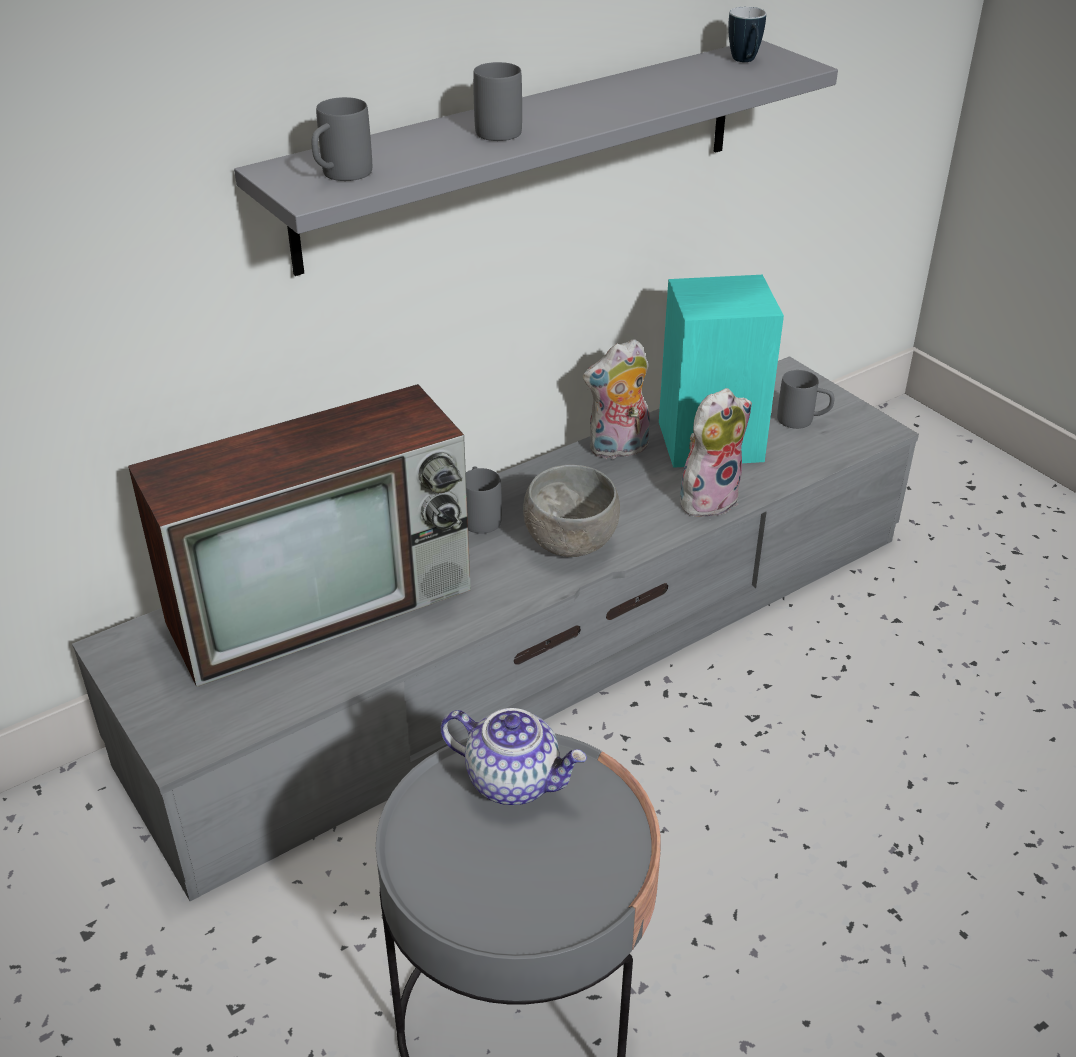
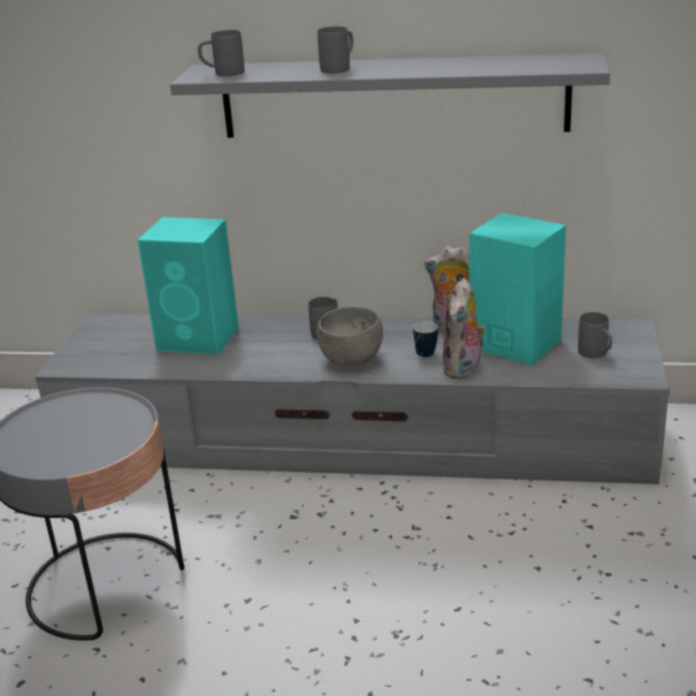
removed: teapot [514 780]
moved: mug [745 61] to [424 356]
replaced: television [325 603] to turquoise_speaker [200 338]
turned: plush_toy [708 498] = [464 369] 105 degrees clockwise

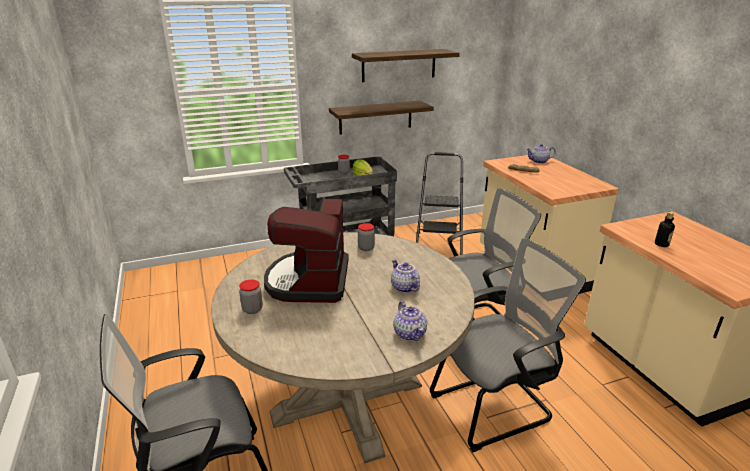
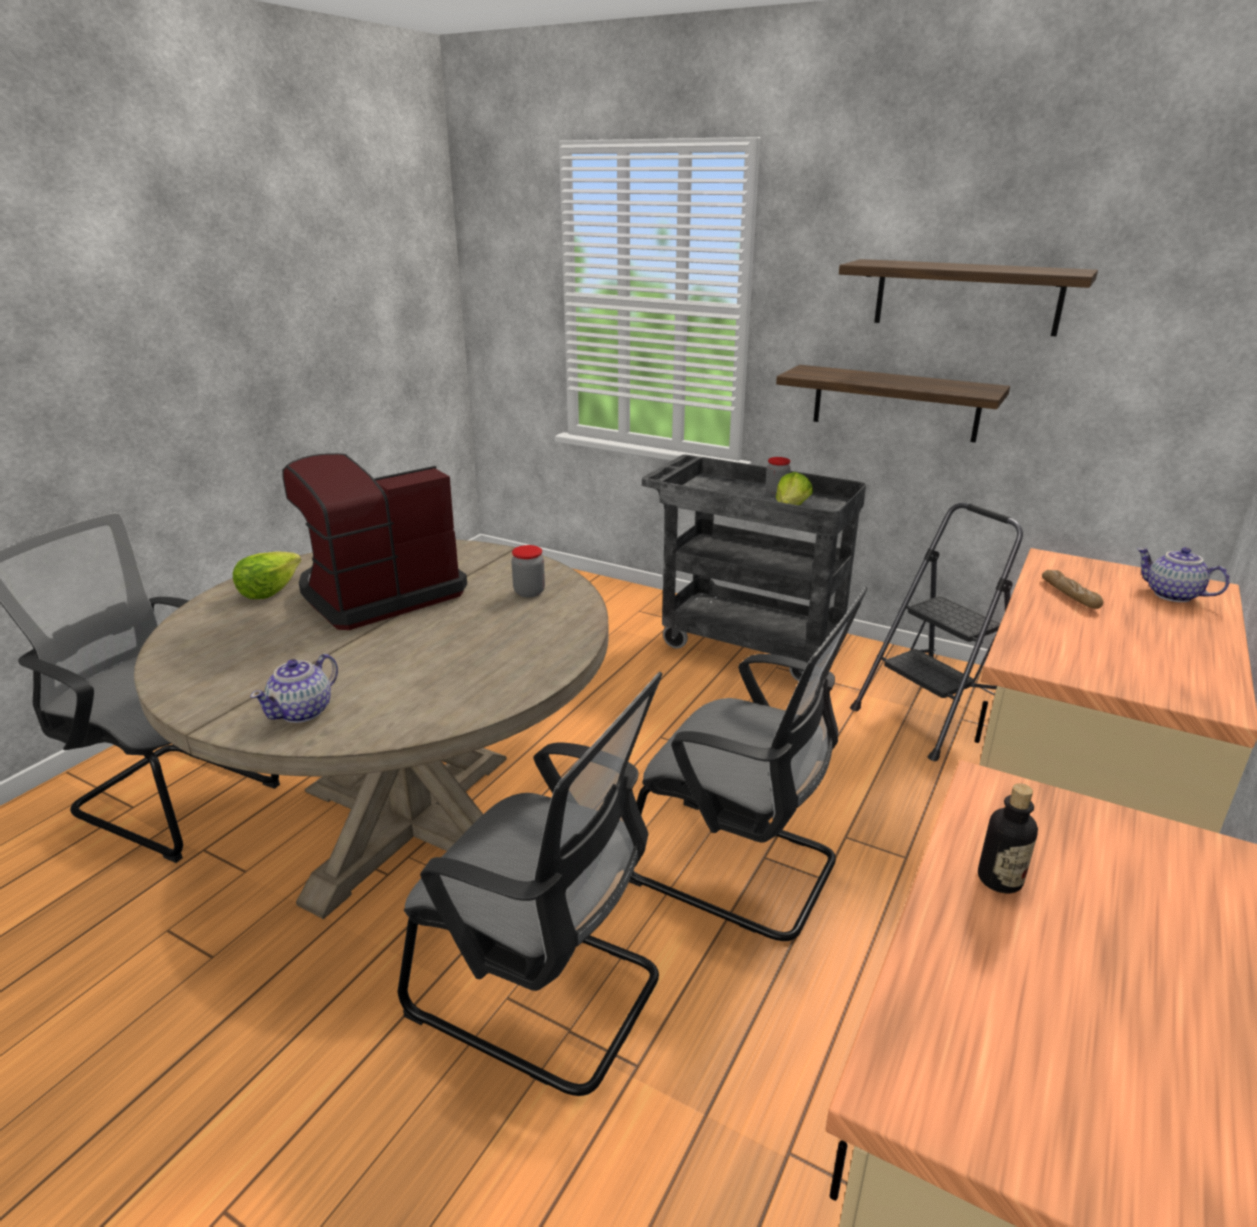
removed: teapot [404 287]
replaced: jar [252 309] to lettuce [269 590]

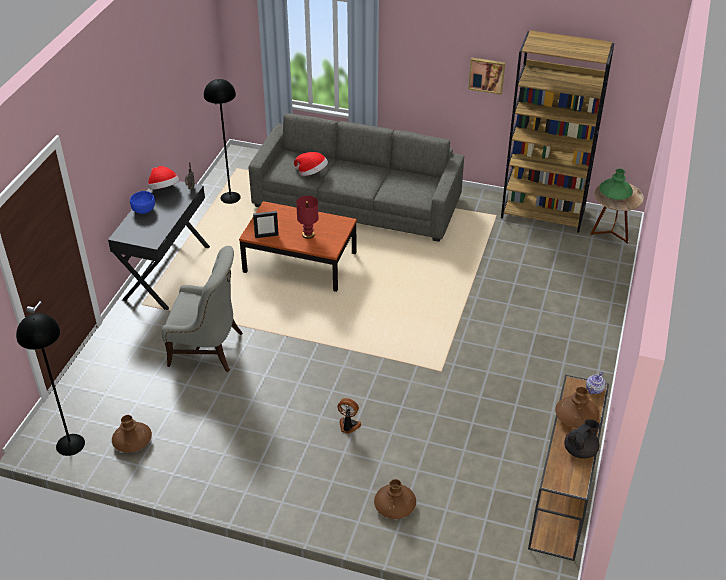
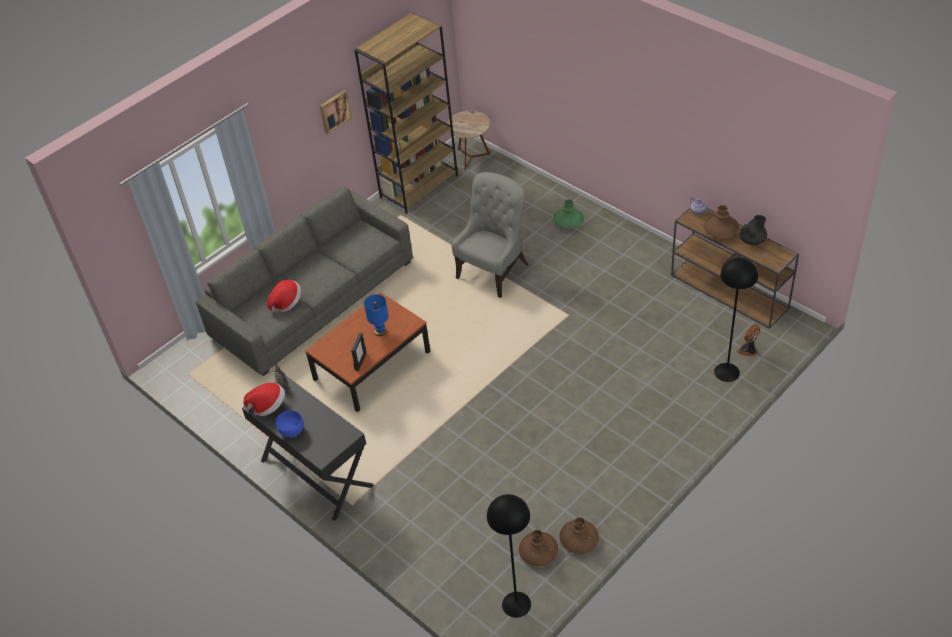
moved: black_floor_lamp [230 198] to [727 372]; green_vase [615 194] to [568 222]; grey_armchair [207 348] to [494 271]; fan [348 426] to [748 350]; brown_vase [394 506] to [579 540]
recoloured: red_table_lamp [308 234] to blue_table_lamp [380 331]
turned: black_teapot [580 450] = [752 240] 60 degrees clockwise

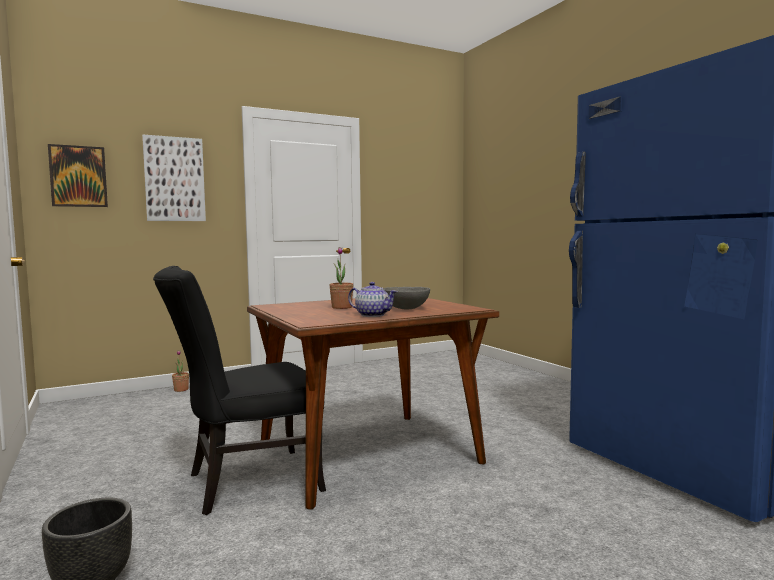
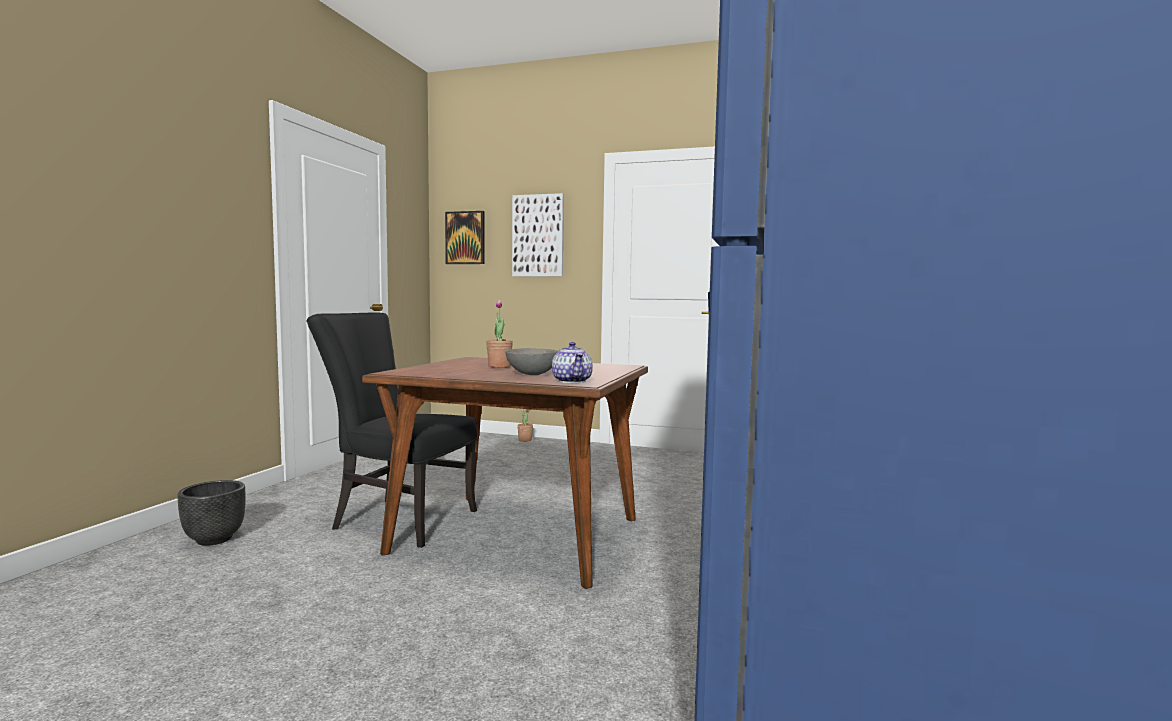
moved: teapot [372 315] to [572 381]

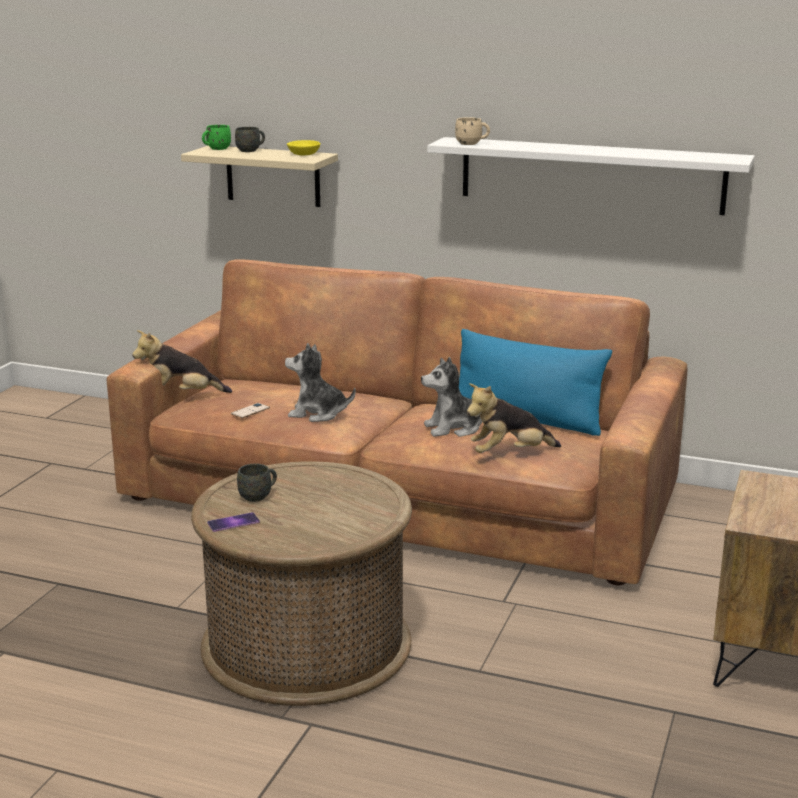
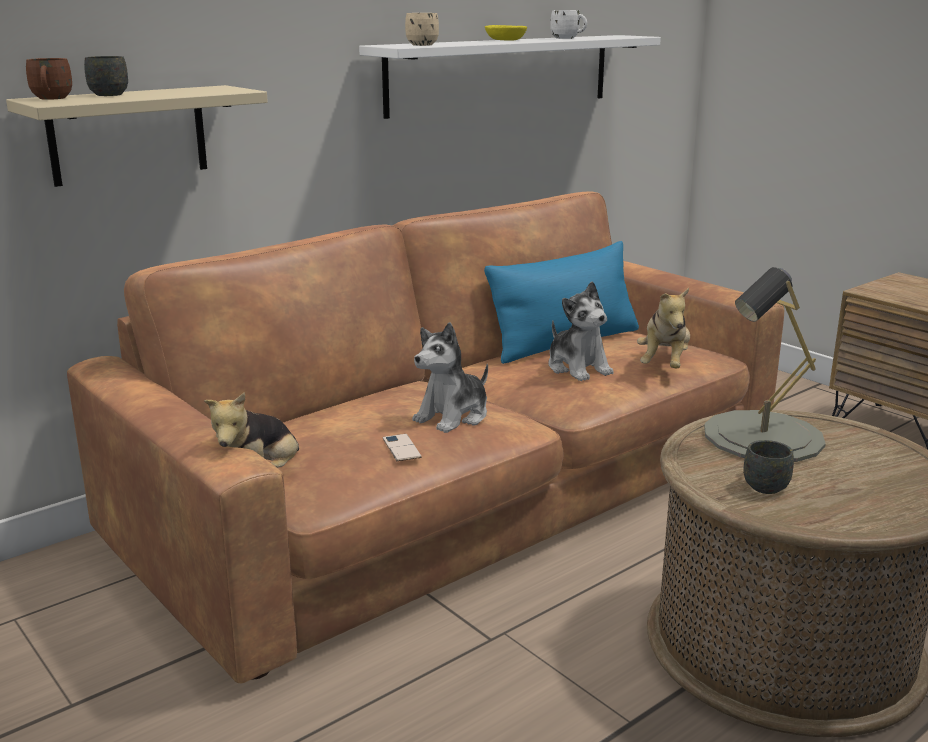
removed: phone [233 522]
added: white_mug [568 38]; grey_table_lamp [763 436]
moved: yellow_bowl [302 154] to [505 40]
recoloured: green_mug [216 149] to brown_mug [51 98]
turned: plush_toy [454 428] = [578 368] 45 degrees counterclockwise

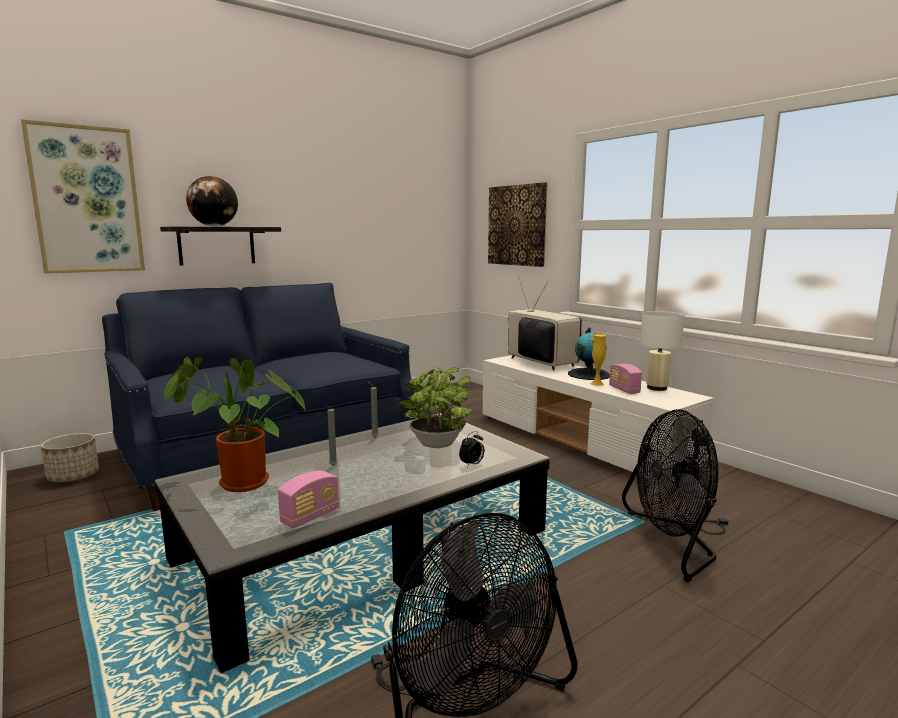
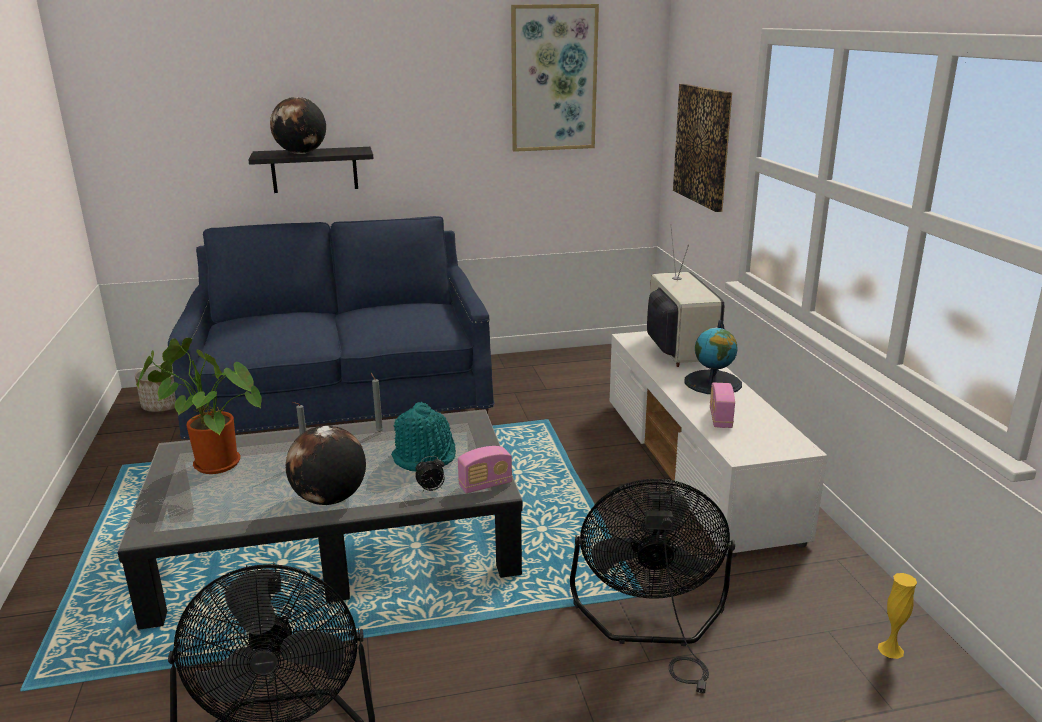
removed: white_table_lamp [657 388]
added: globe [329 499]
moved: picture [87 200] to [553 79]; yellow_vase [597 384] to [890 649]; radio [310 516] to [485 485]
replaced: potted_plant [436 446] to turquoise_hat [425 456]
turned: black_fan [677 540] = [656 628] 75 degrees clockwise

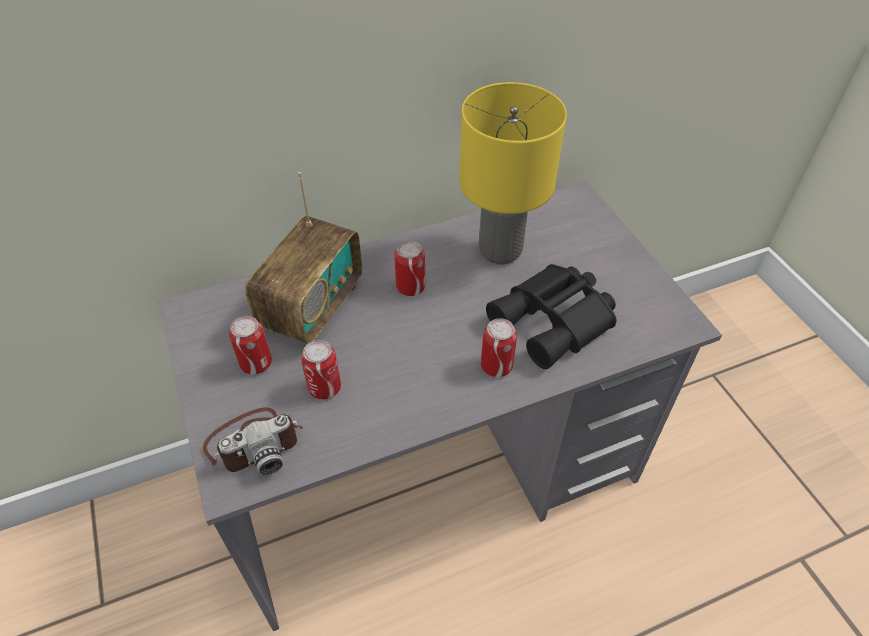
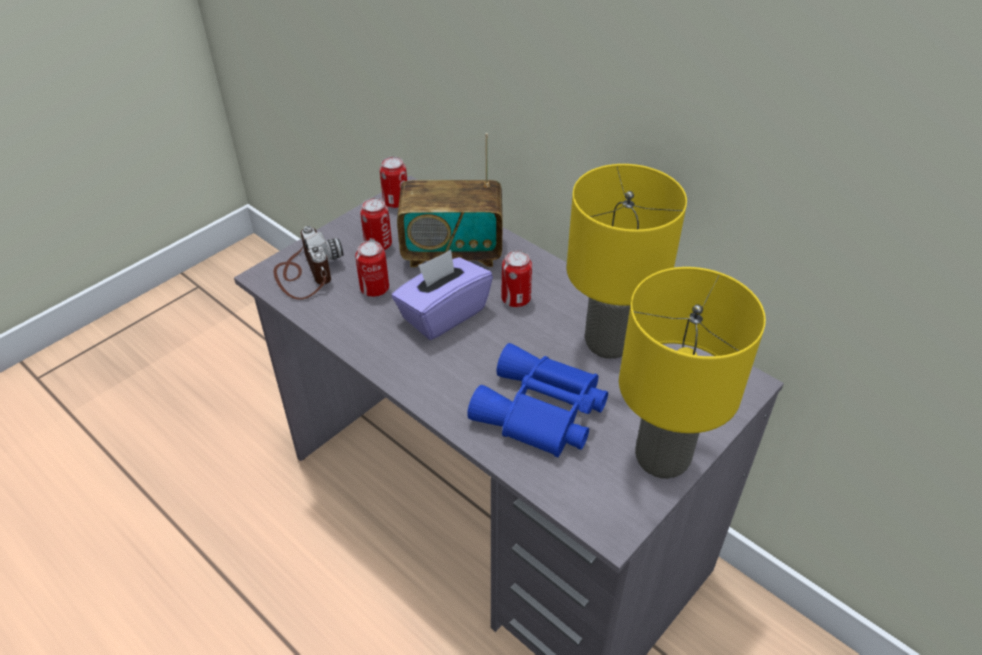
added: purple_tissue_box [443 314]; yellow_table_lamp [659 457]
moved: can [496 366] to [396 202]
recoloured: black_binoculars [556 321] to blue_binoculars [540 413]
turned: photo_camera [254 442] = [306 273] 150 degrees counterclockwise

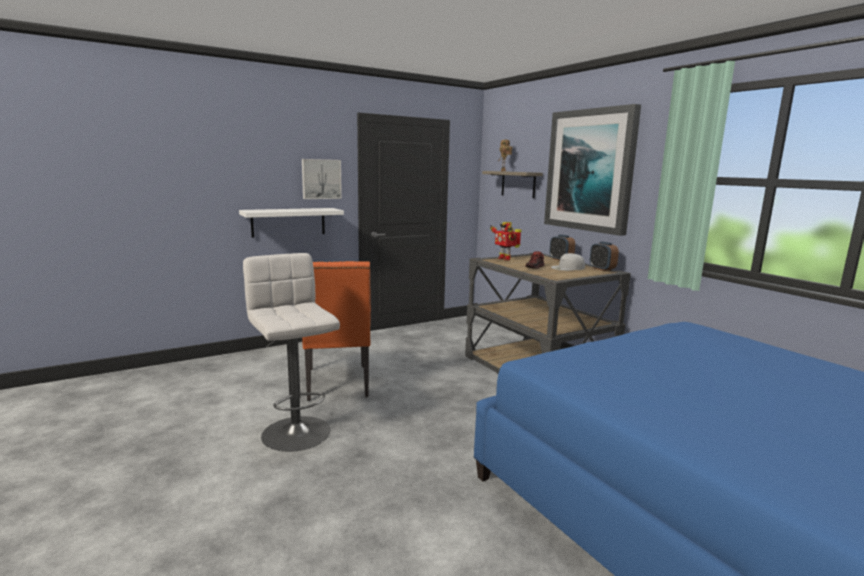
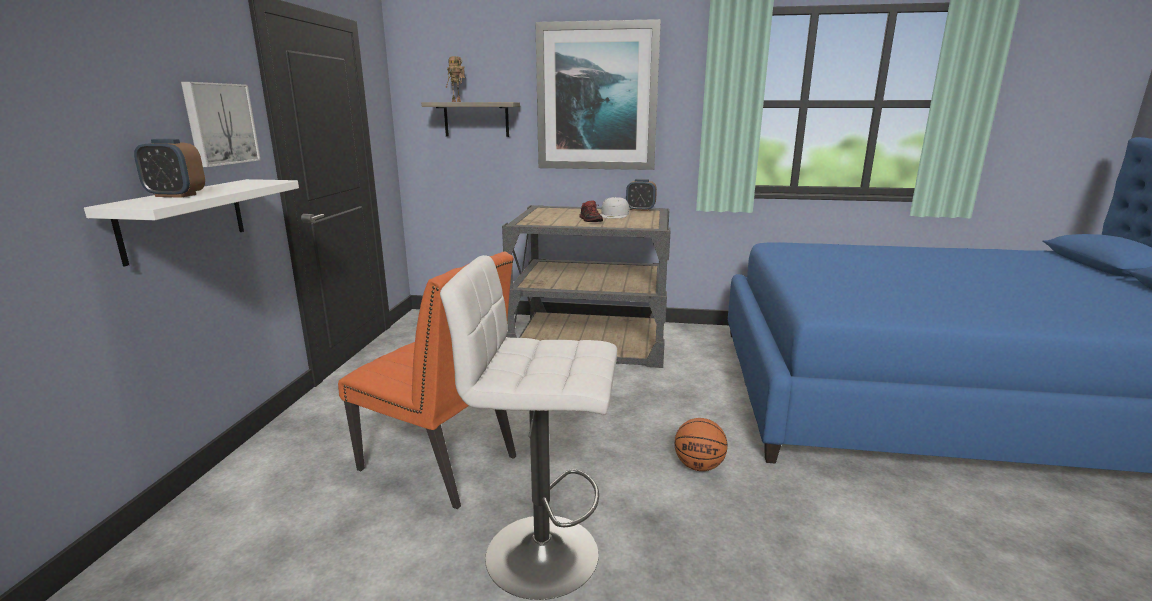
removed: toy_robot [505 259]
added: basketball [698 466]
moved: alarm_clock [560 260] to [176 195]

